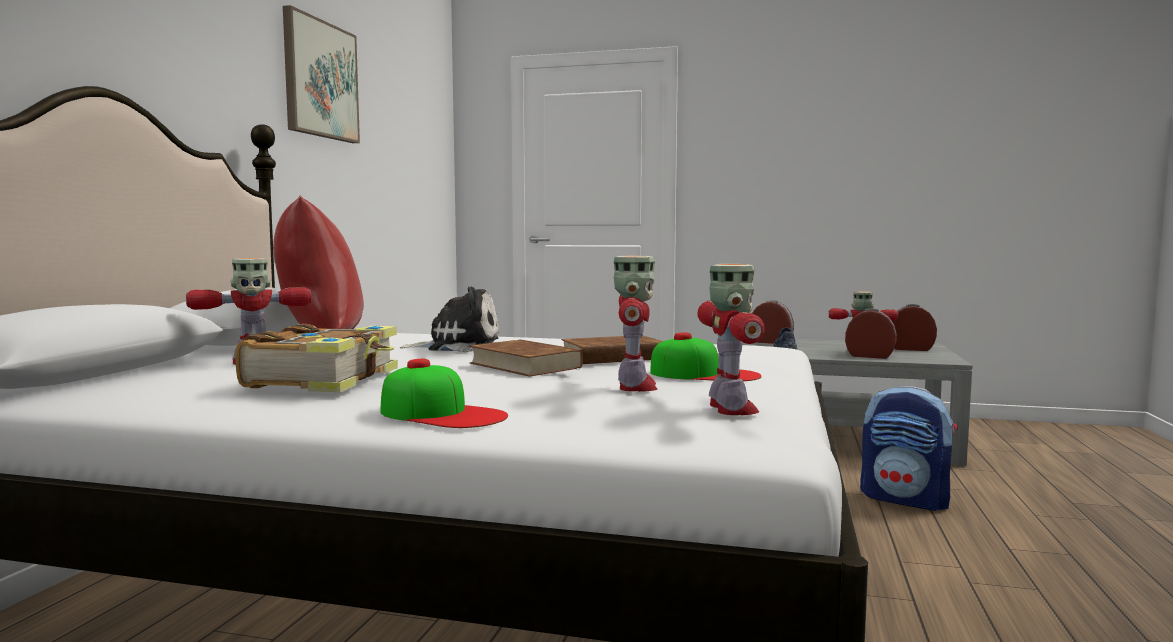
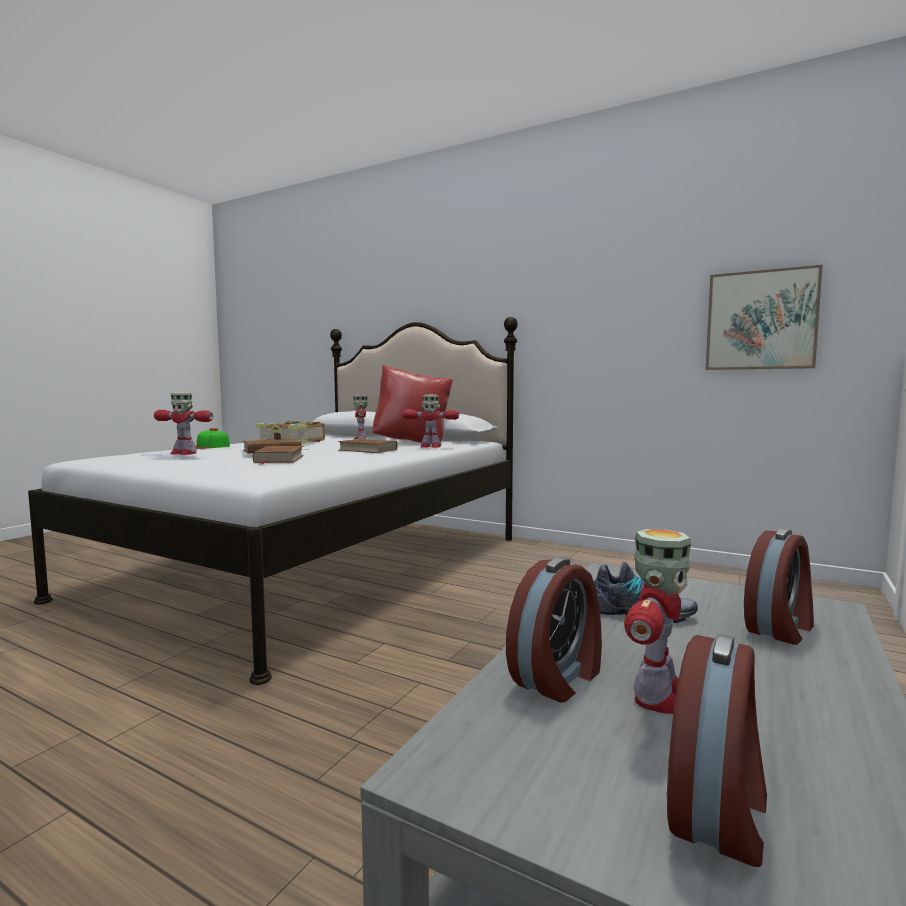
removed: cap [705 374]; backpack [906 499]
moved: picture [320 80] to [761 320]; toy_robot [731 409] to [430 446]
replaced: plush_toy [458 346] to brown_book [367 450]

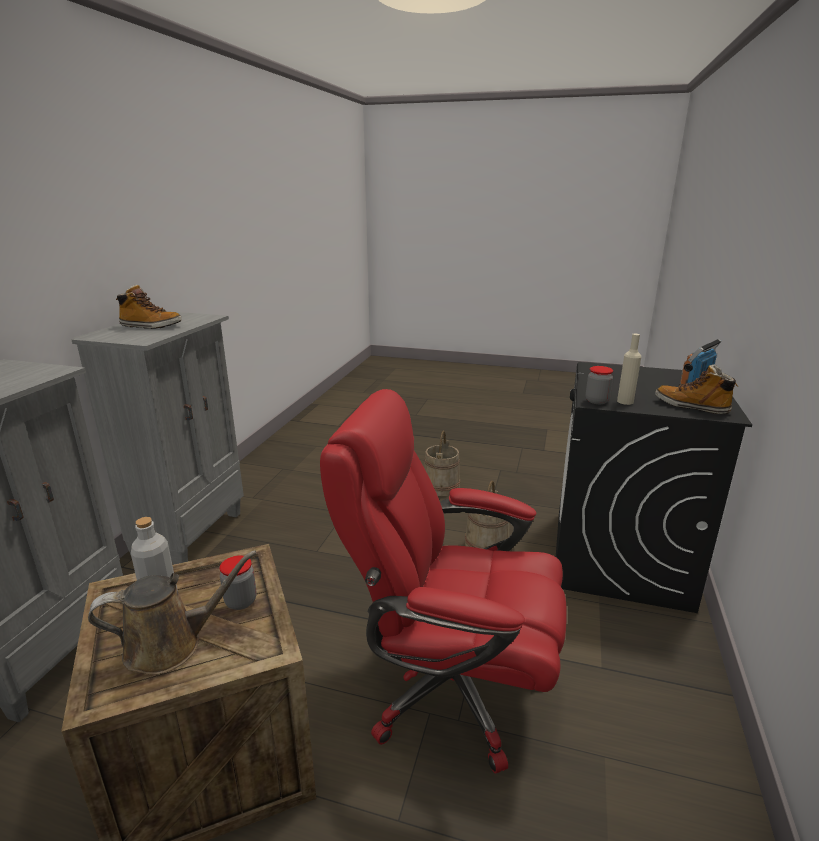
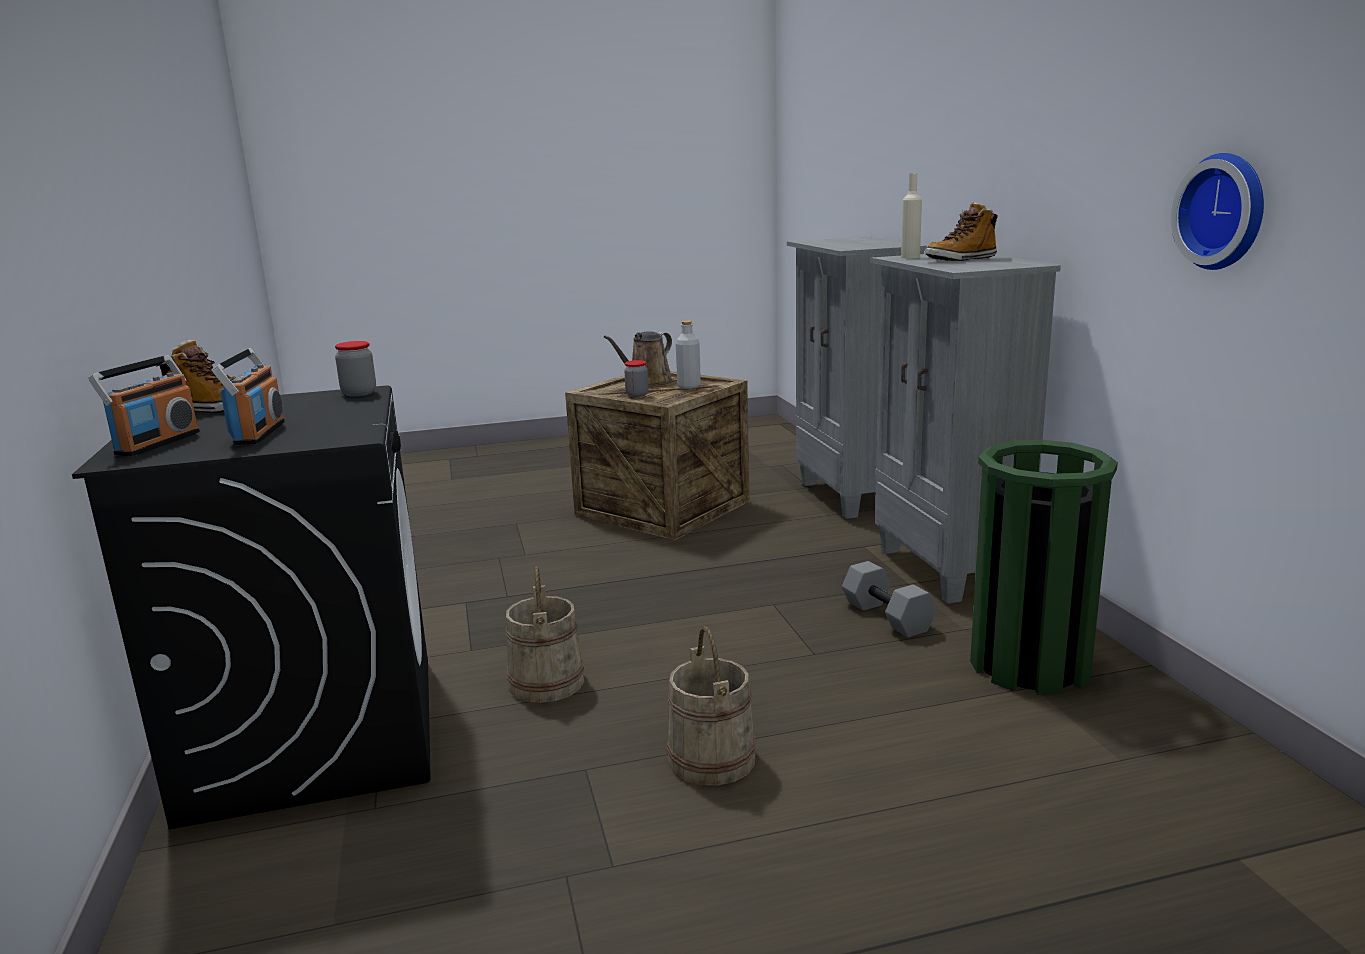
removed: red_office_chair [452 686]
added: wall_clock [1225 211]; radio [258 433]; green_trash_can [1029 665]; grey_dumbbell [889 617]
moved: beige_bottle [625 401] to [910 257]

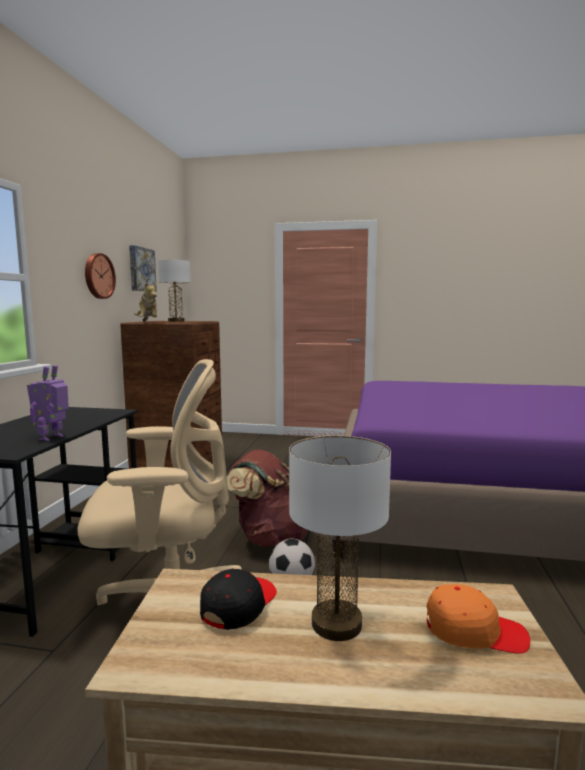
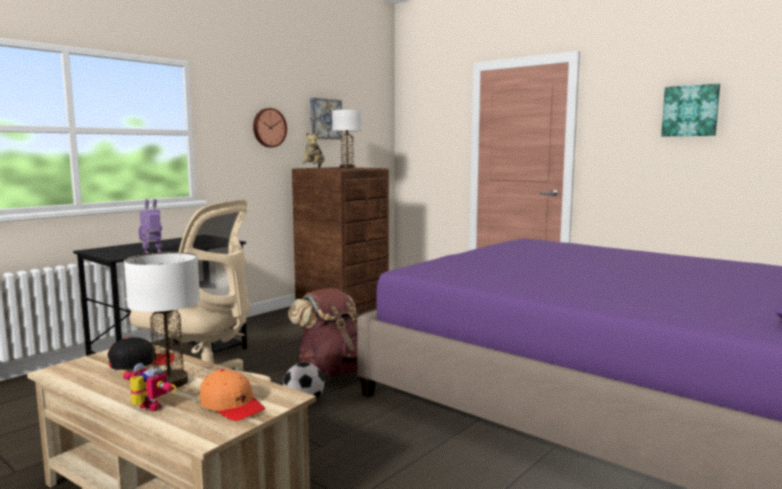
added: picture [690 111]; toy_robot [146 409]

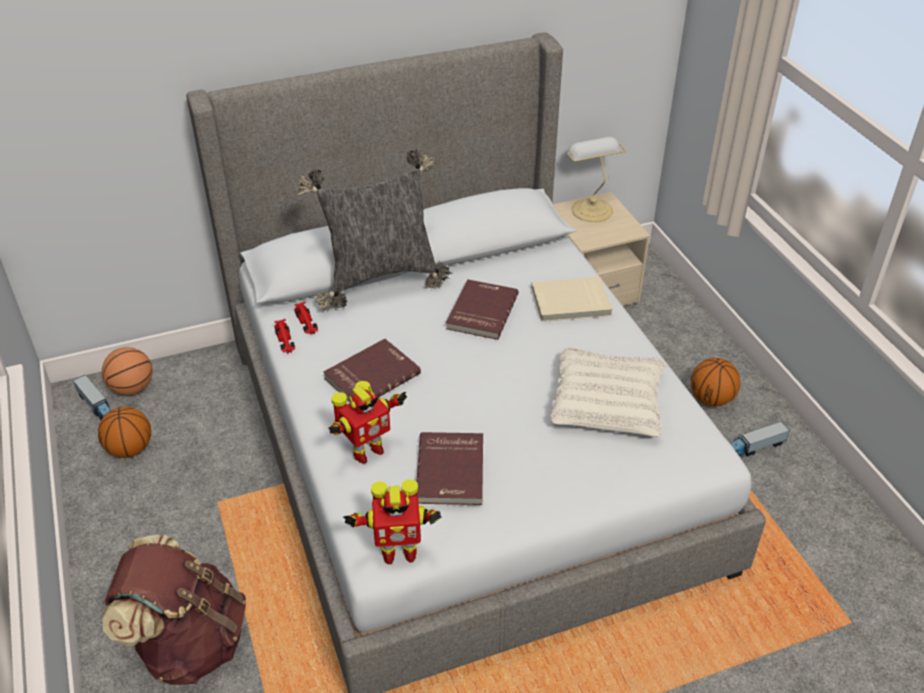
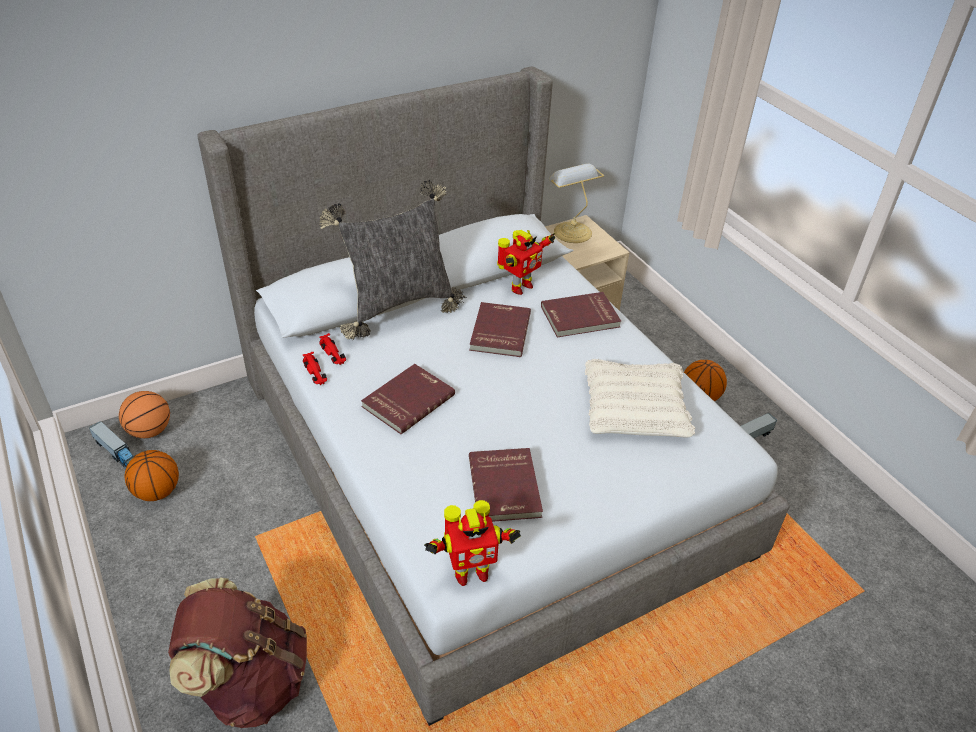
moved: toy_robot [366 451] to [519 287]
recoloured: beige_book [571 302] to red_book [580 317]

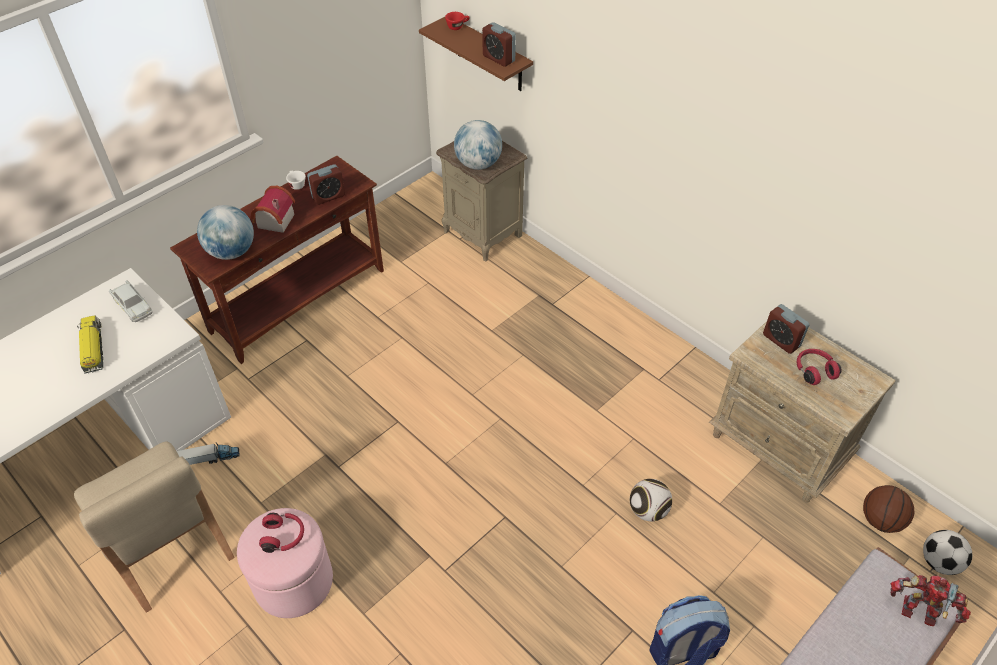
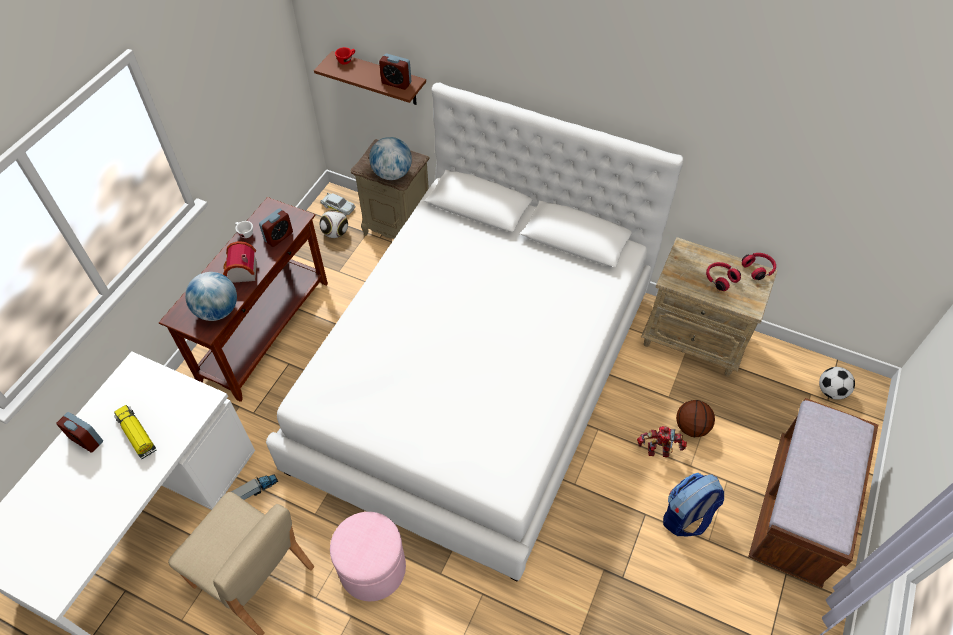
added: white_bed [477 378]
moved: white_toy_car [133 306] to [338 207]; alarm_clock [781 340] to [86 440]; football [648 510] to [335 233]; basketball [881 520] to [691 427]; red_headphones [284 536] to [758 269]; toy_robot [918 614] to [658 451]

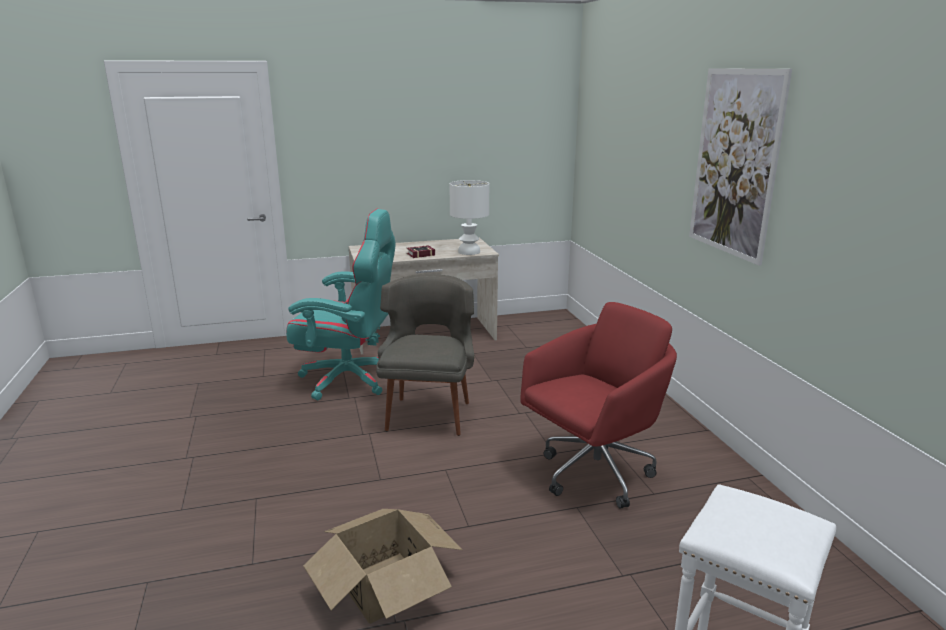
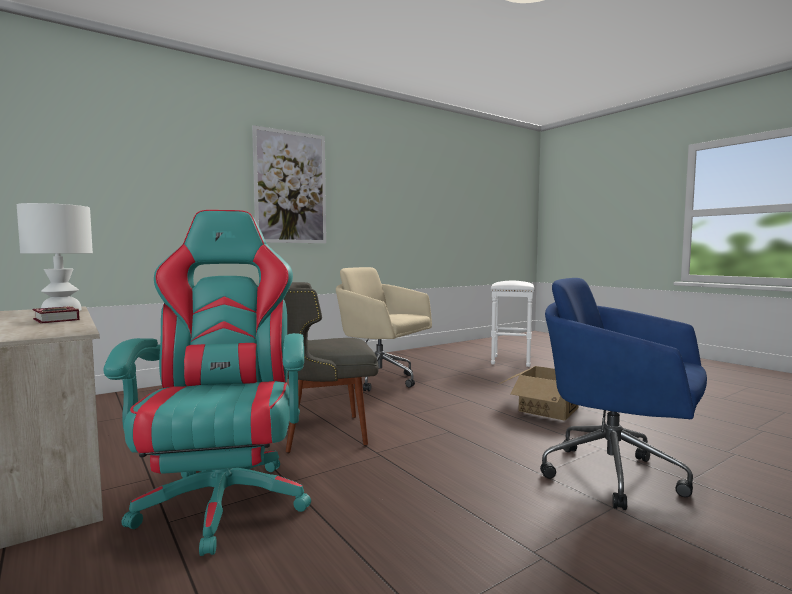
added: blue_office_chair [619 478]
recoloured: red_office_chair [591 477] to beige_office_chair [383 381]

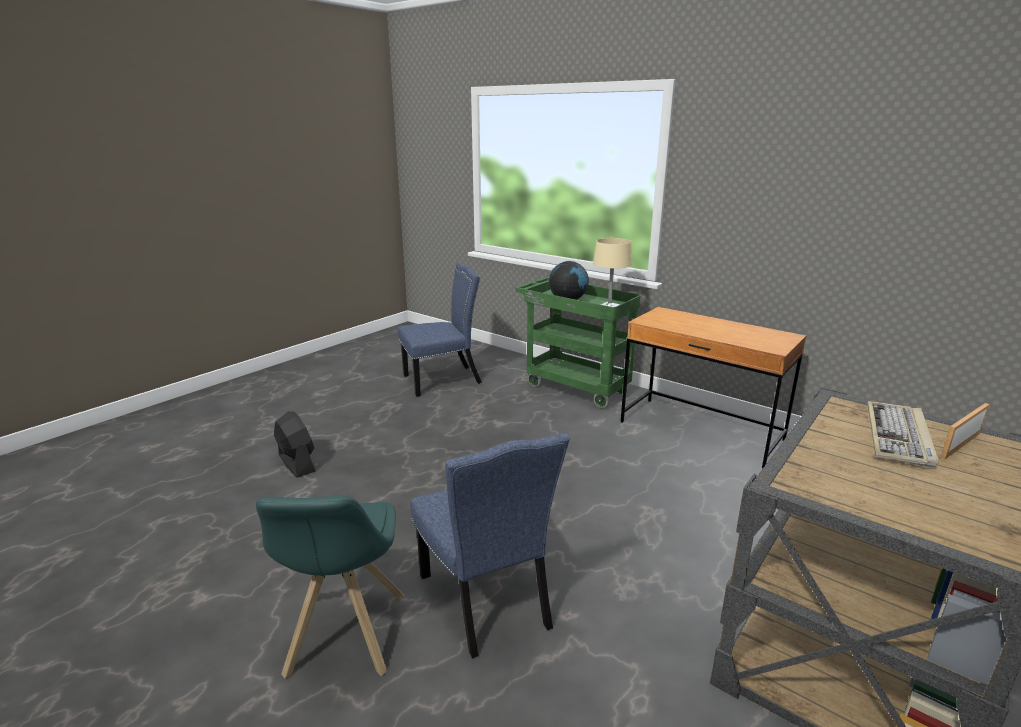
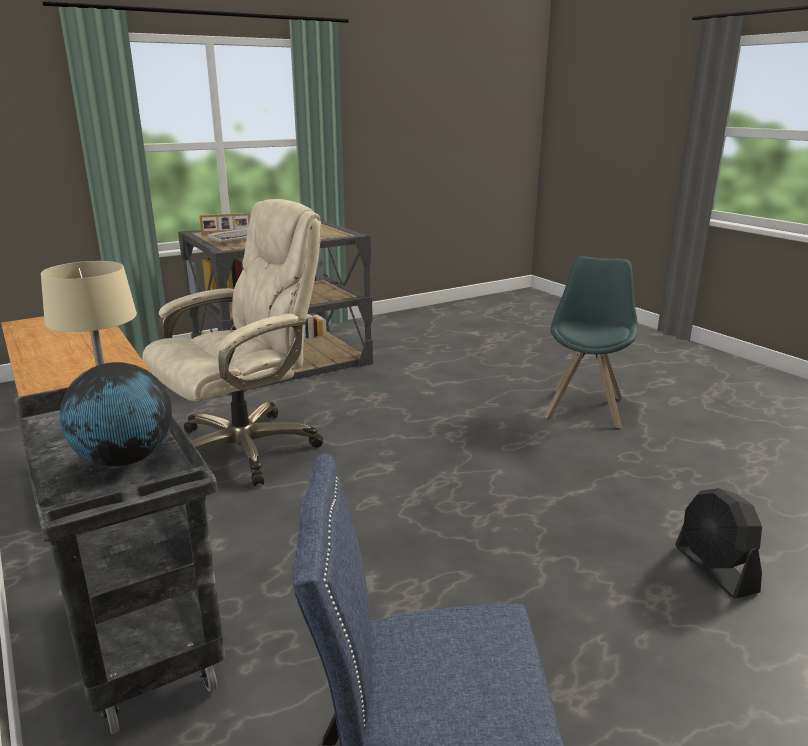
removed: blue_chair [486 596]
added: beige_office_chair [243 448]
recoloured: green_cart [572 389] to black_cart [143 647]

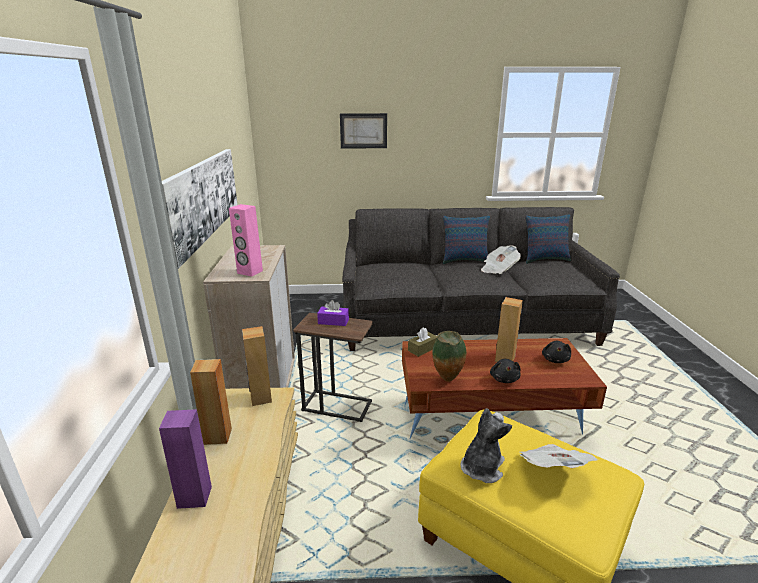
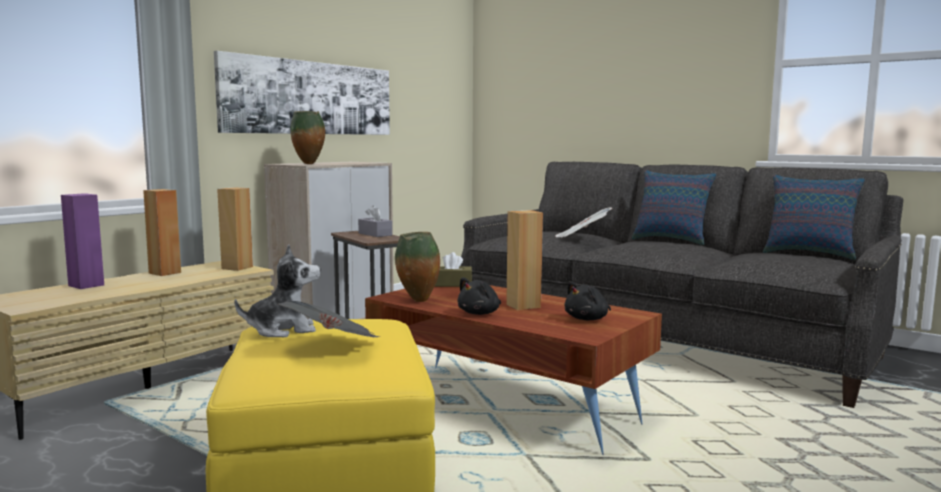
removed: picture [363 131]
moved: newspaper [498 269] to [582 238]
replaced: pink_speaker [249 272] to vase [309 164]
recoloured: purple_tissue_box [333 321] to grey_tissue_box [375 234]

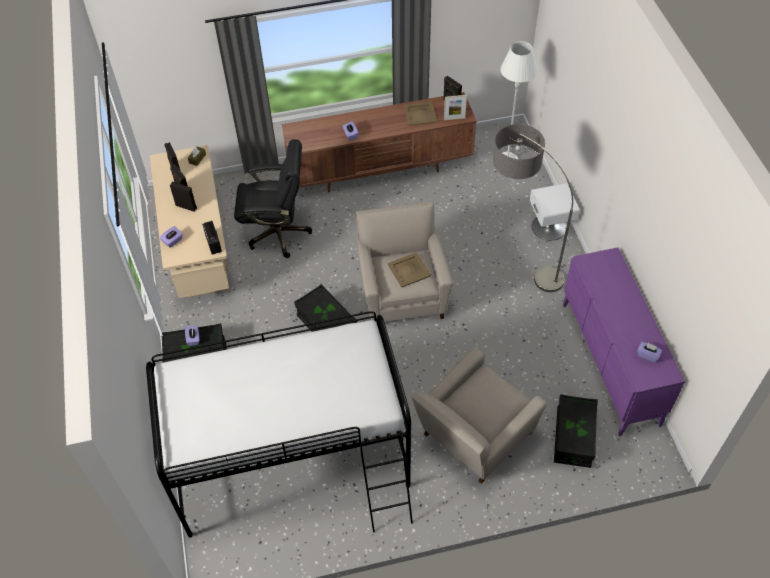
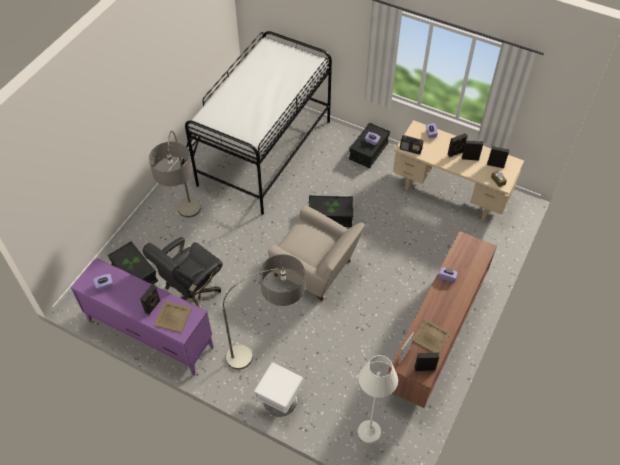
added: black_speaker [153 307]
moved: black_office_chair [277 233] to [193 295]; beige_tray [408 270] to [173 316]
replaced: beige_armchair [473 437] to floor_lamp [188 230]

